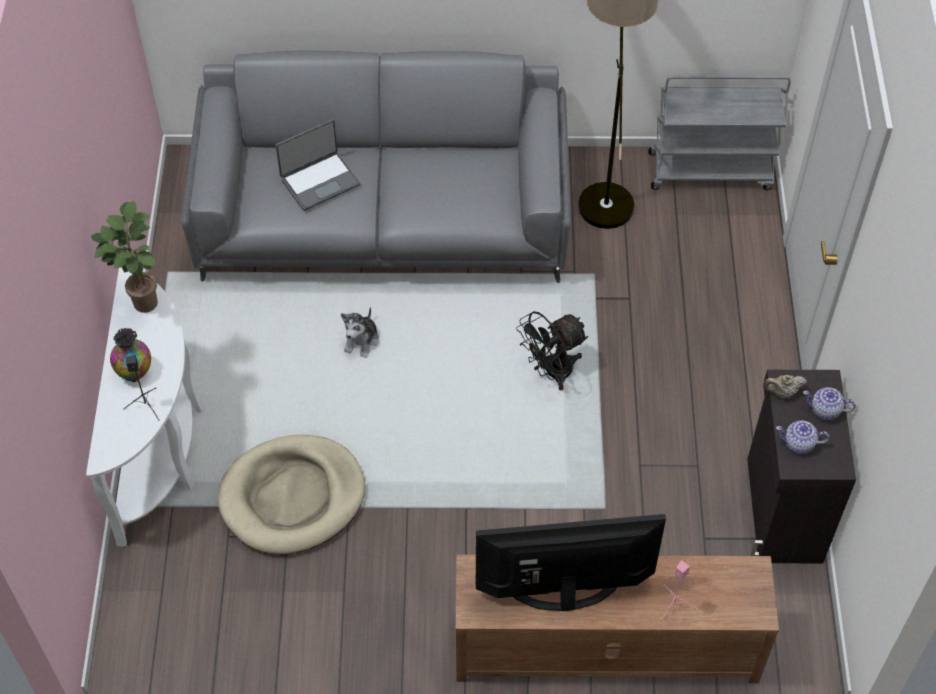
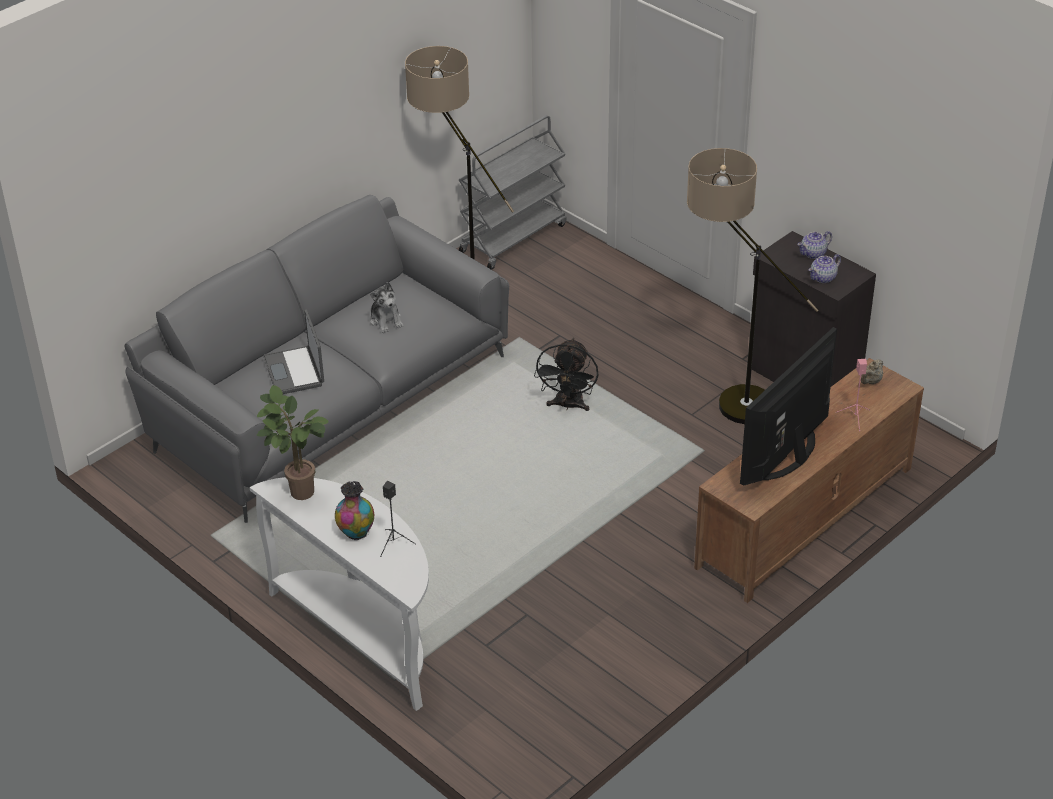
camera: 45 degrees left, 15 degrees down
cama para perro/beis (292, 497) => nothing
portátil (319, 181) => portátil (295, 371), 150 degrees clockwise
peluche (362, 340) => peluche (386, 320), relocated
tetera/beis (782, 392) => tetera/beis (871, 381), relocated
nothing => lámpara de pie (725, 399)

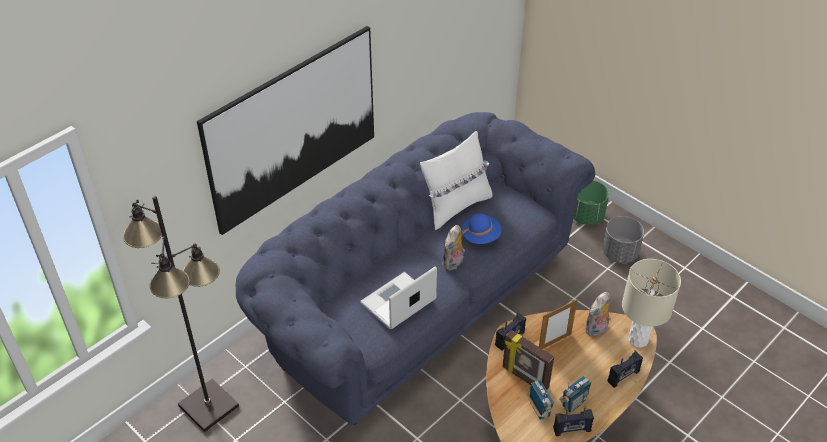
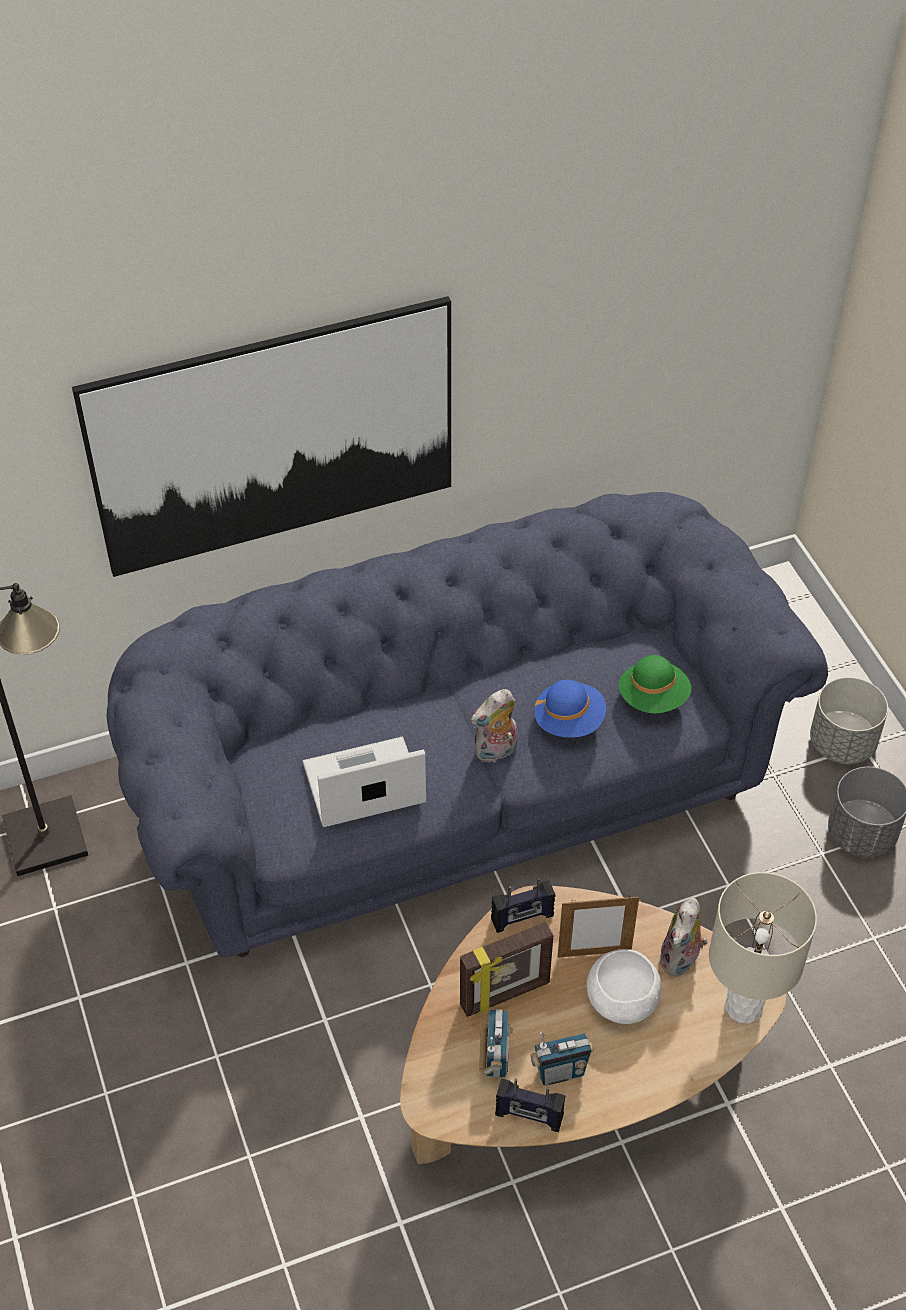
camera: 25 degrees right, 5 degrees up
cojín/blanco (456, 206) => nothing
portarretratos (524, 378) => portarretratos (505, 995), 90 degrees counterclockwise
maceta/verde (586, 216) => maceta/gris (842, 744)
peluche (596, 329) => peluche (681, 960), 45 degrees counterclockwise
radio (623, 377) => nothing
nothing => cuenco/blanco (622, 1000)
nothing => sombrero/verde (653, 698)

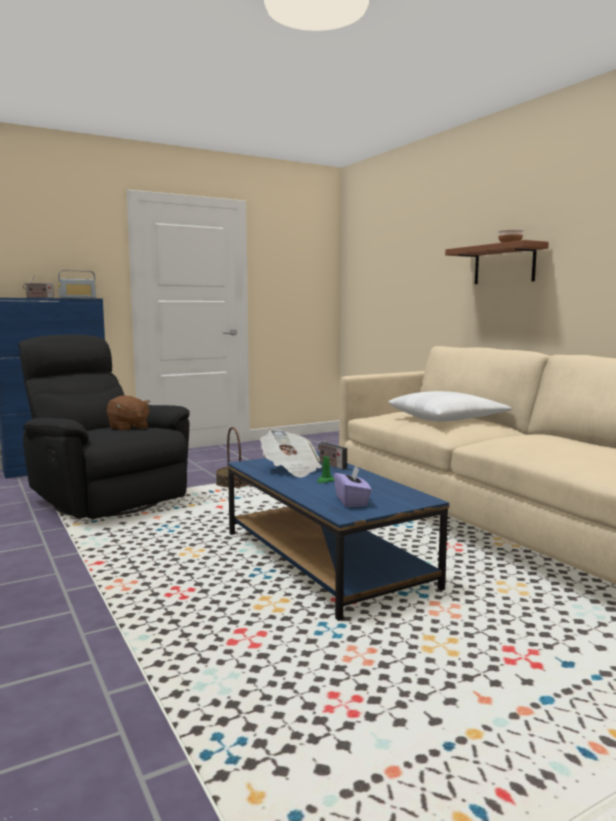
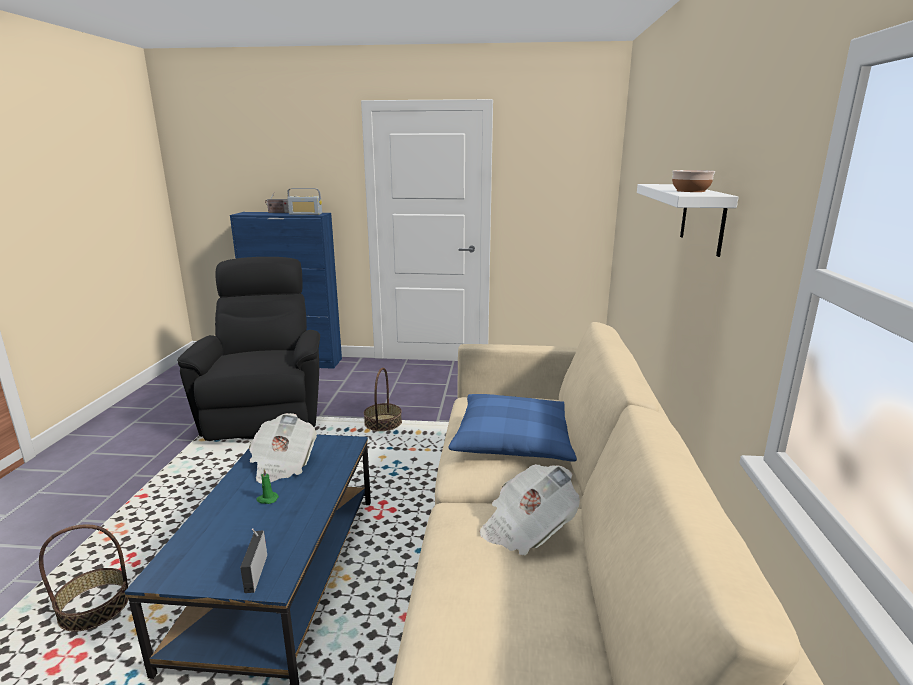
camera: 35 degrees right, 10 degrees up
peluche/marrón (128, 428) => nothing
radio (331, 465) => radio (256, 571), relocated
caja de pañuelos/morado (352, 501) => nothing
cojín/blanco (447, 418) => cojín/azul (515, 440)
estante/marrón (504, 264) => estante/blanco (702, 218)
nothing => cesta (94, 607)
nothing => periódico (526, 528)

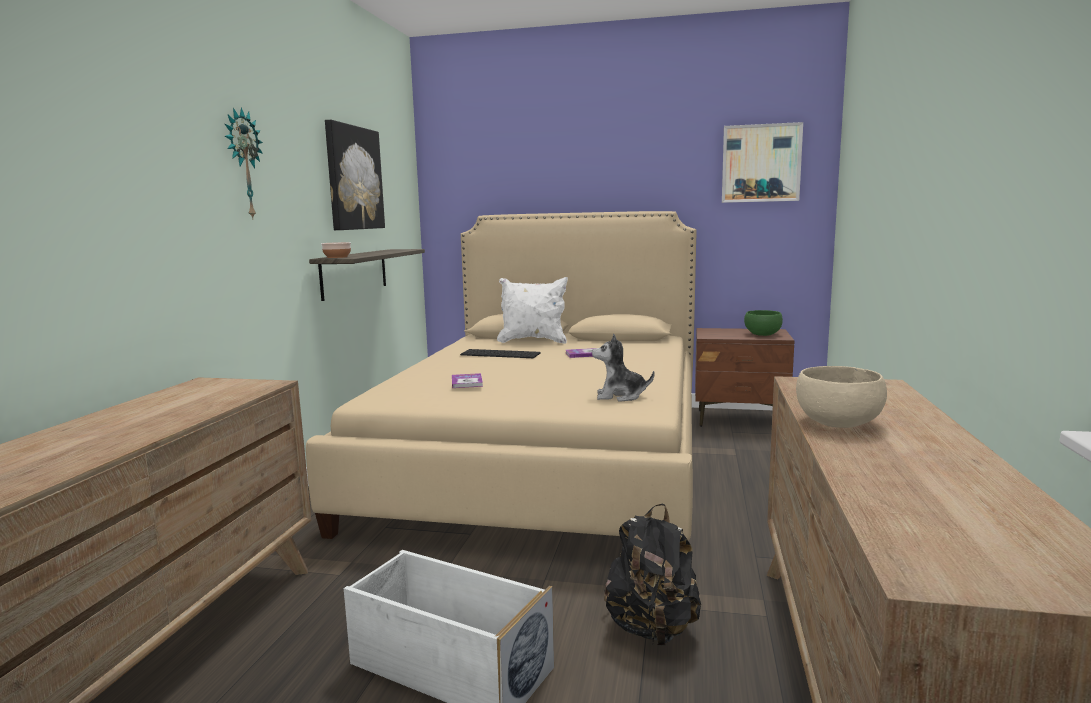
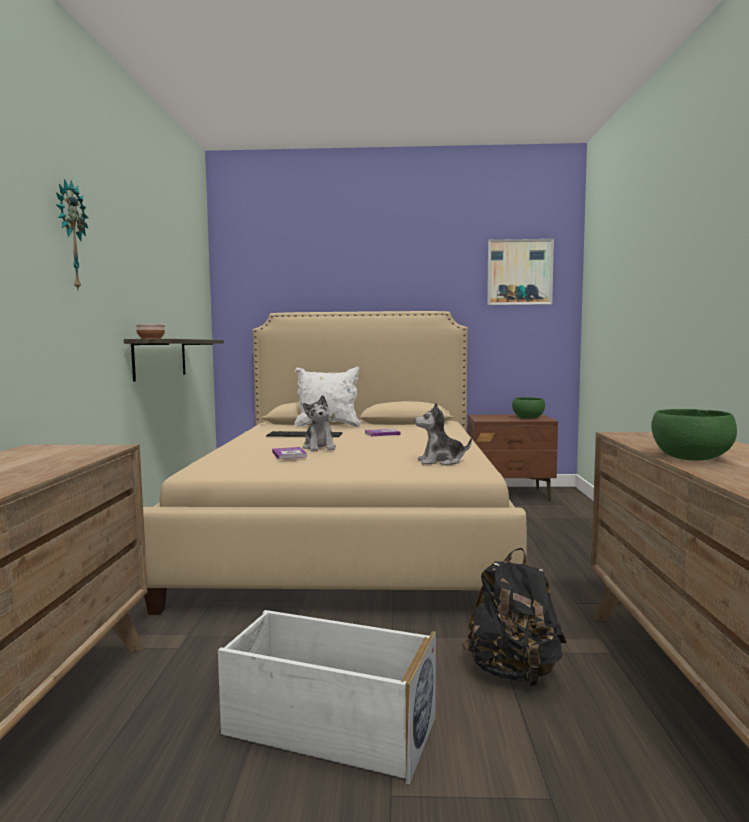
camera: 10 degrees left, 5 degrees down
cuadro (353, 178) => nothing
cuenco/beis (839, 422) => cuenco/verde (692, 457)
nothing => peluche (319, 448)

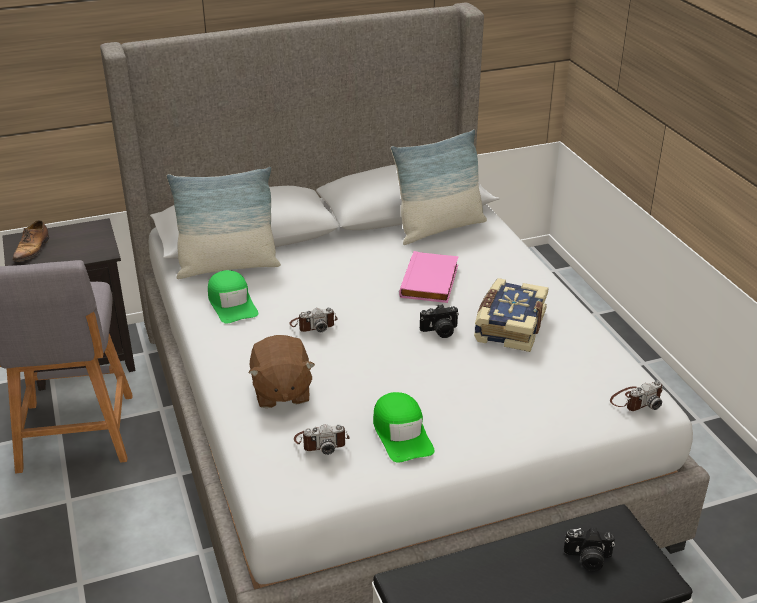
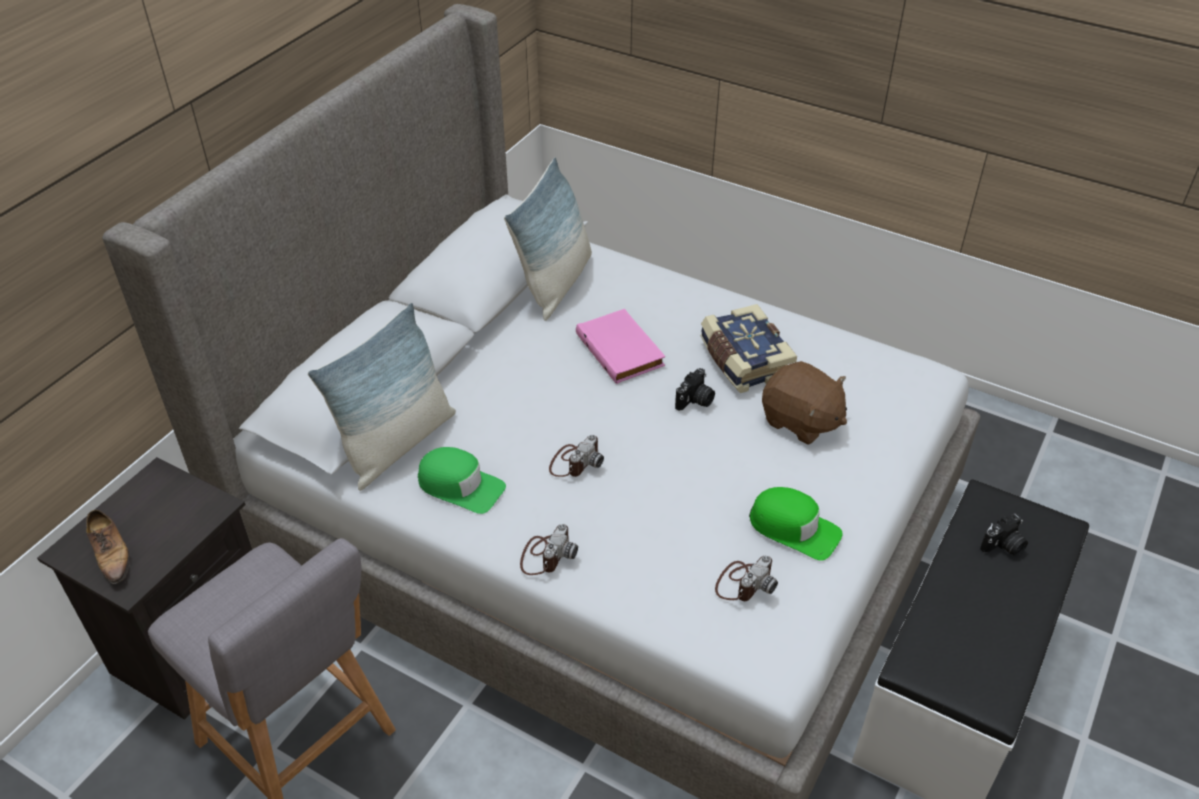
camera: 40 degrees left, 10 degrees up
peluche/marrón (281, 391) => peluche/marrón (800, 421), relocated
cámara (636, 400) => cámara (546, 555), relocated

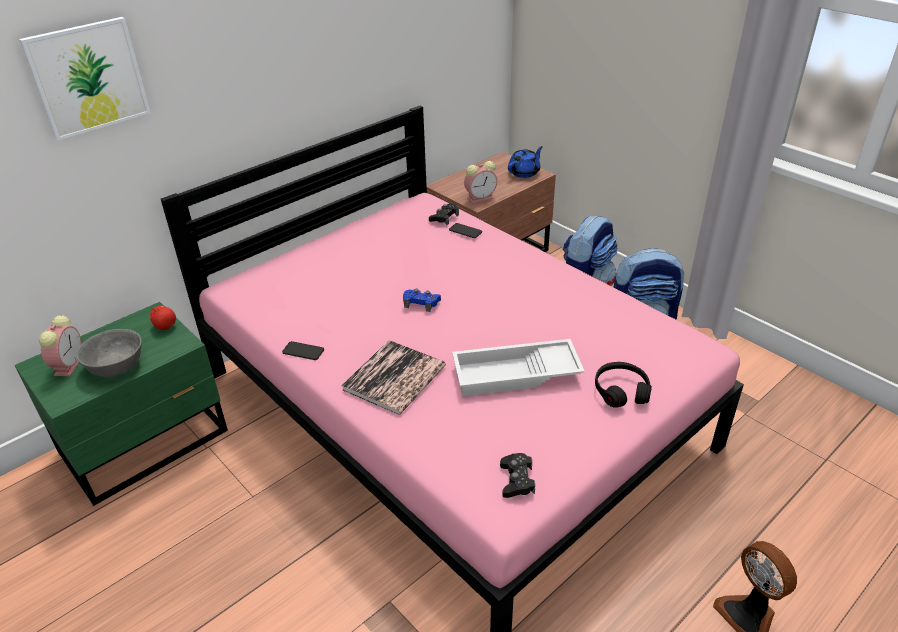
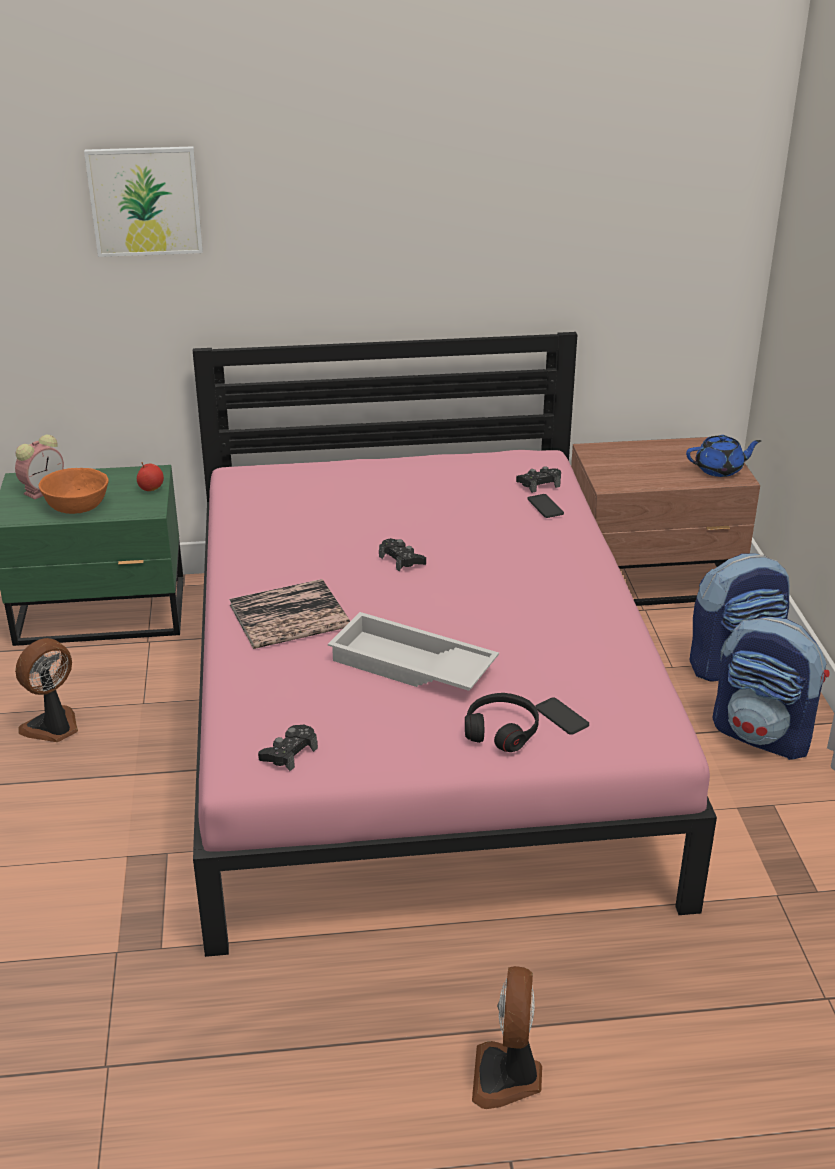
camera: 35 degrees right, 5 degrees down
cuenco/gris (116, 366) => cuenco/naranja (77, 506)
móvil (303, 351) => móvil (561, 716), relocated
mando de consola/azul (421, 303) => mando de consola/negro (401, 560)
despertador (481, 198) => nothing
nothing => ventilador (53, 727)

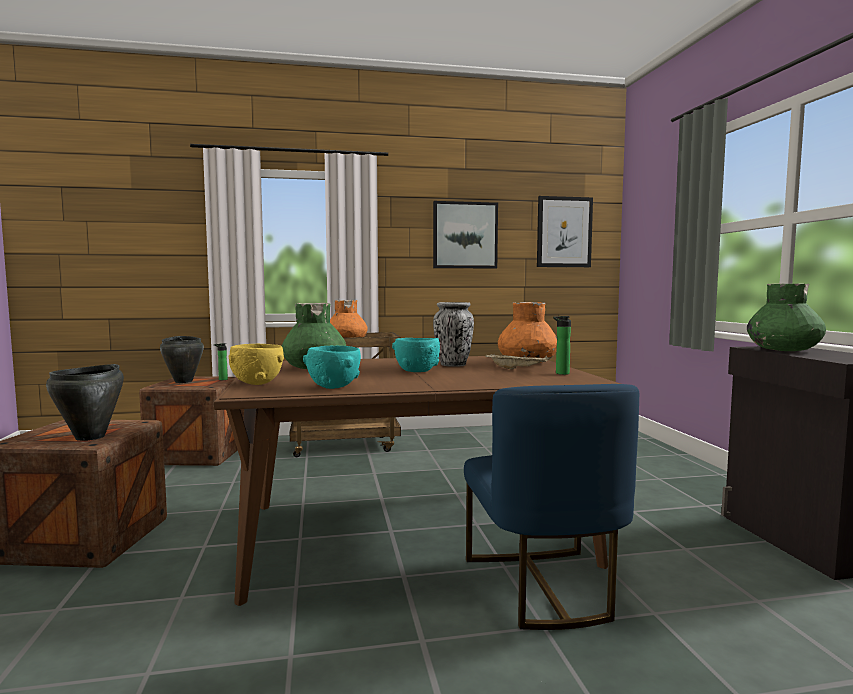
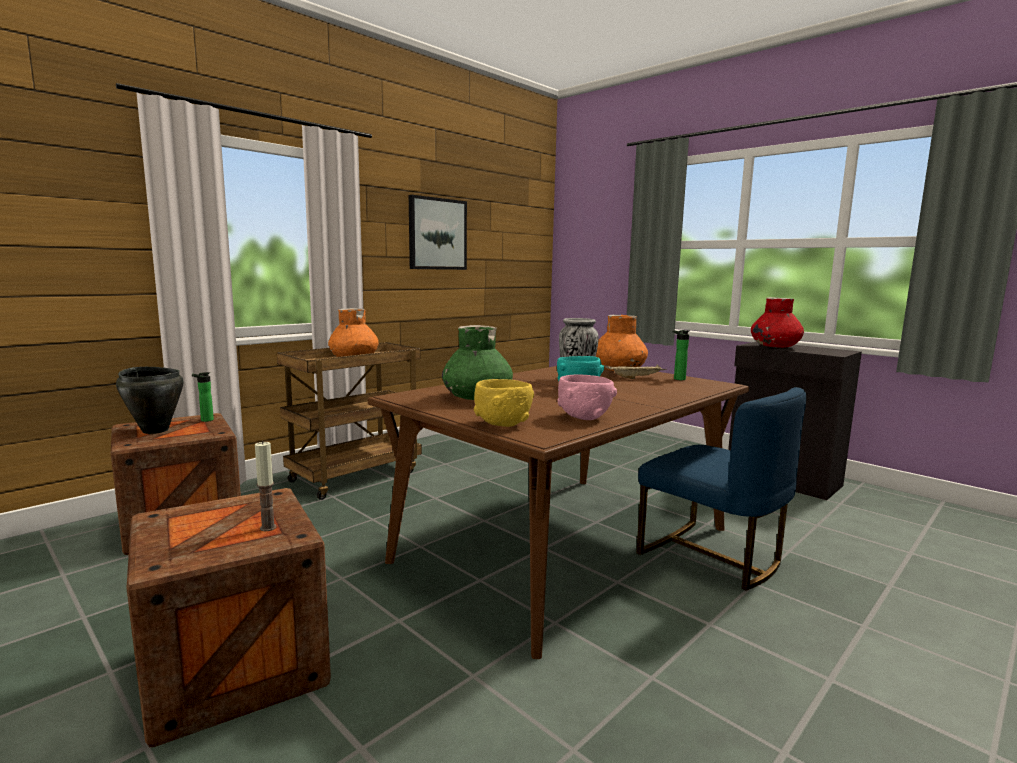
camera: 35 degrees left, 5 degrees up
olla/negro (91, 437) => vela (268, 528)
cuenco/turquesa (333, 387) => cuenco/rosa (584, 417)
cuadro (564, 232) => nothing
florero/verde (783, 350) => florero/rojo (775, 346)

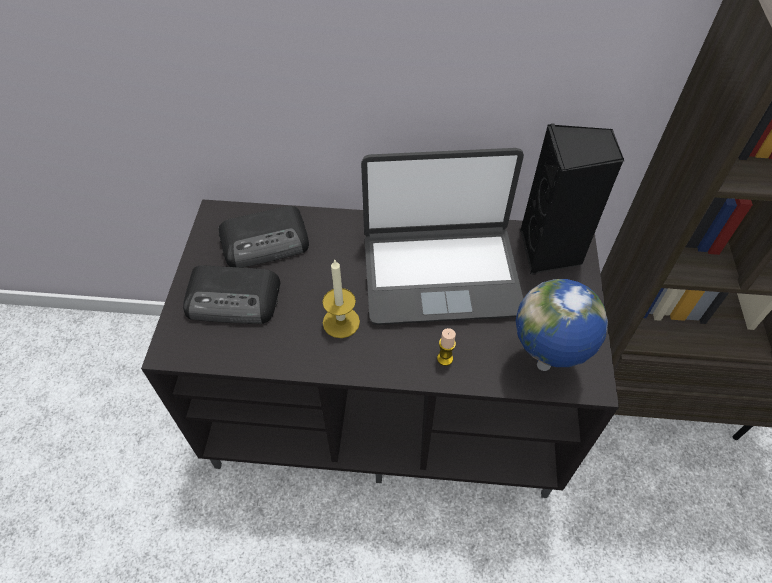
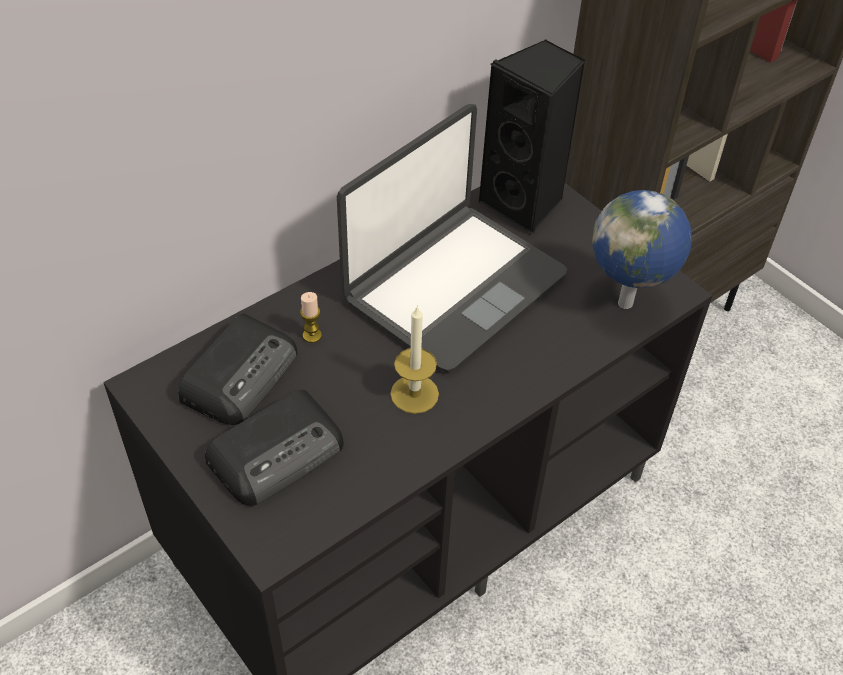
camera: 45 degrees left, 5 degrees down
vela (445, 358) => vela (312, 335), relocated

